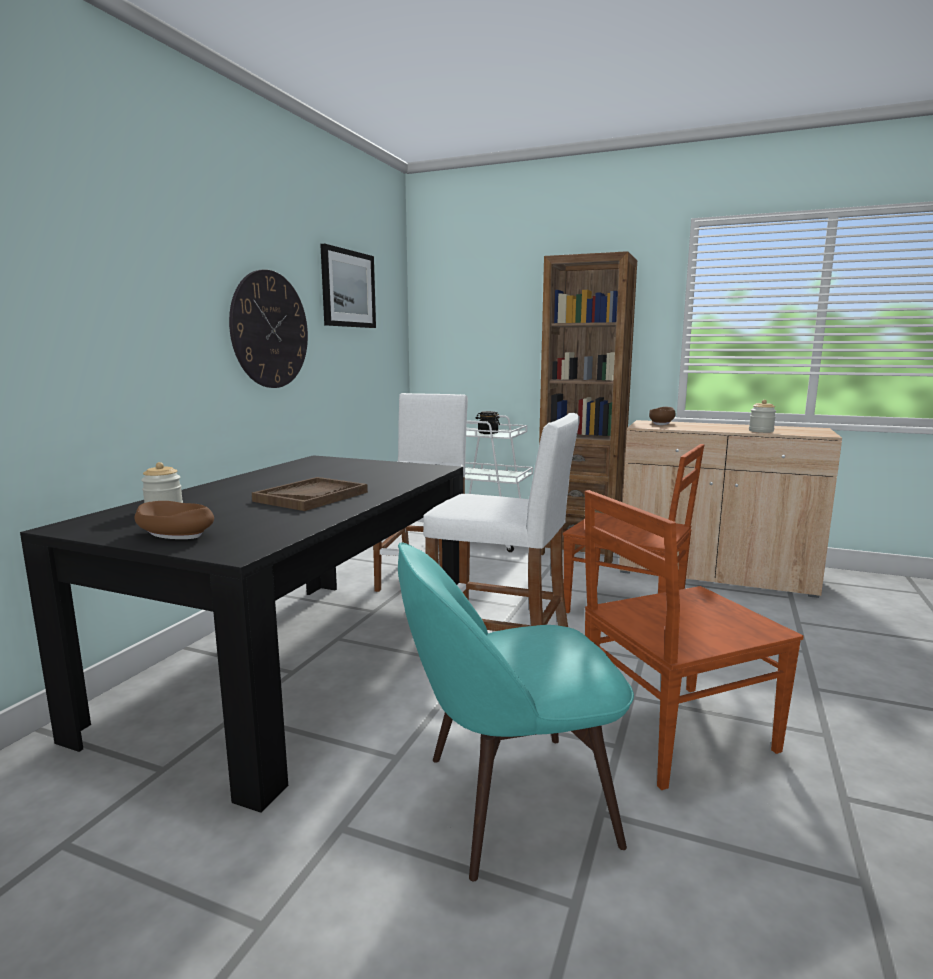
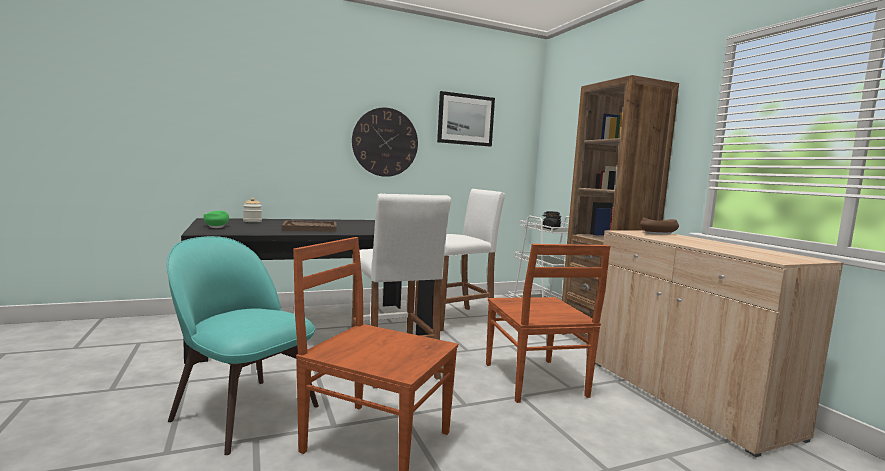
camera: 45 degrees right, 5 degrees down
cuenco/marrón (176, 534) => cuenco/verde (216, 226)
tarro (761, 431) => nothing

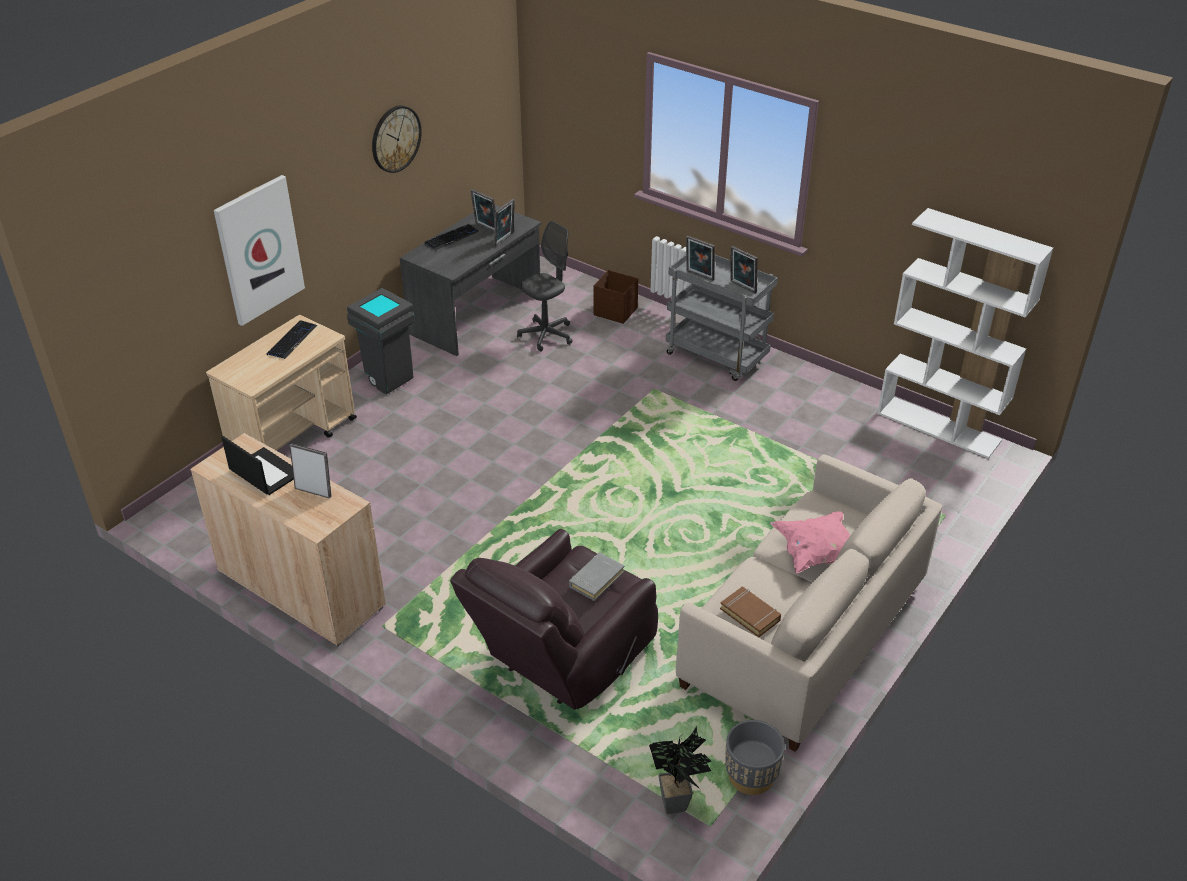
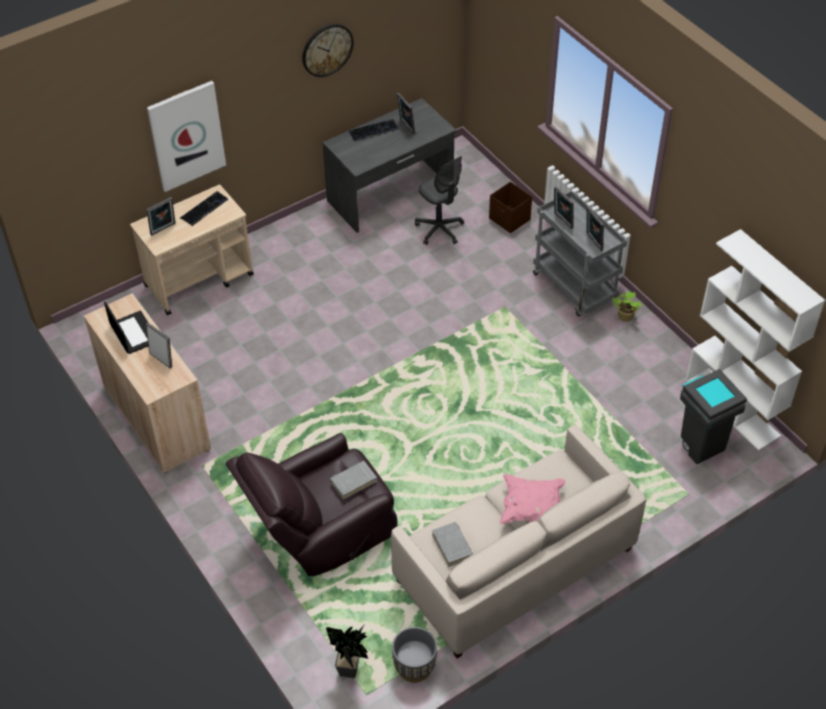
camera: 20 degrees right, 10 degrees up
papelera/gris (387, 379) => papelera/gris (699, 444), relocated
portarretratos (505, 240) => portarretratos (163, 230), relocated
silla de oficina/gris (546, 335) => silla de oficina/gris (439, 230), 75 degrees clockwise
libro/marrón (750, 614) => libro/gris (452, 546)
nothing => planta en maceta (624, 317)

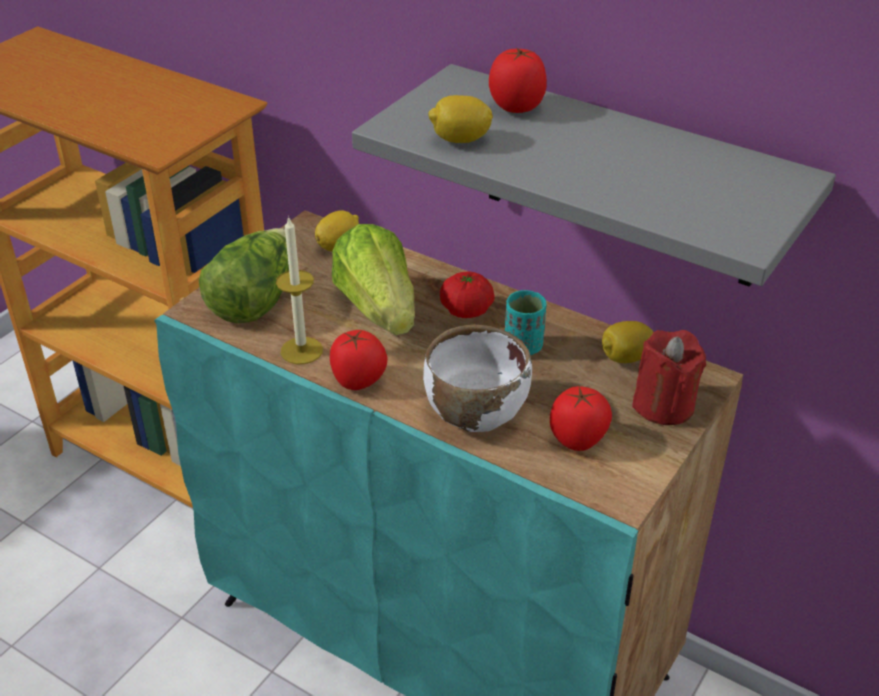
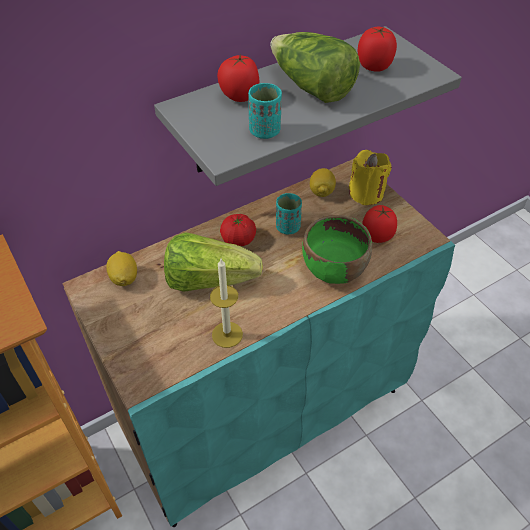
camera: 65 degrees left, 10 degrees up
lechuga (254, 299) => lechuga (311, 87), relocated
tomate (359, 381) => tomate (374, 67), relocated
cuenco/blanco (475, 412) => cuenco/verde (333, 269)
limón (460, 140) => taza/turquesa (265, 131)
vela/rojo (663, 405) => vela/amarillo (366, 193)

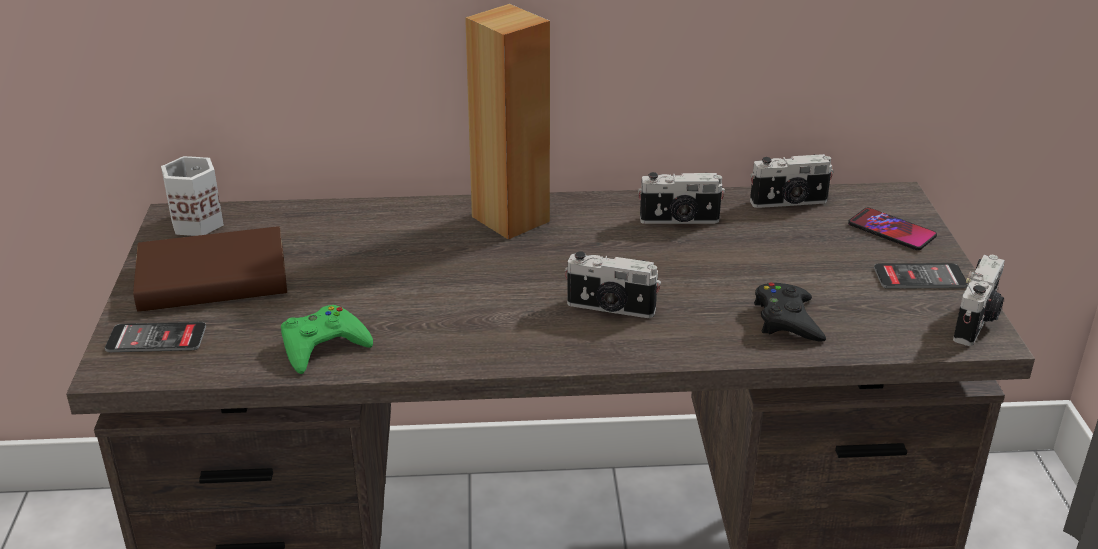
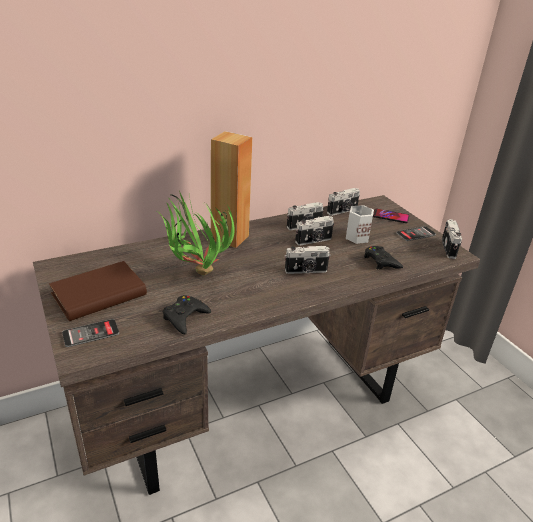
camera: 25 degrees left, 0 degrees up
taza grande/blanco (196, 222) => taza grande/blanco (356, 237), relocated
mando de consola/verde (323, 346) => mando de consola/negro (185, 317)
nothing => planta en maceta (195, 275)
nothing => cámara (314, 241)

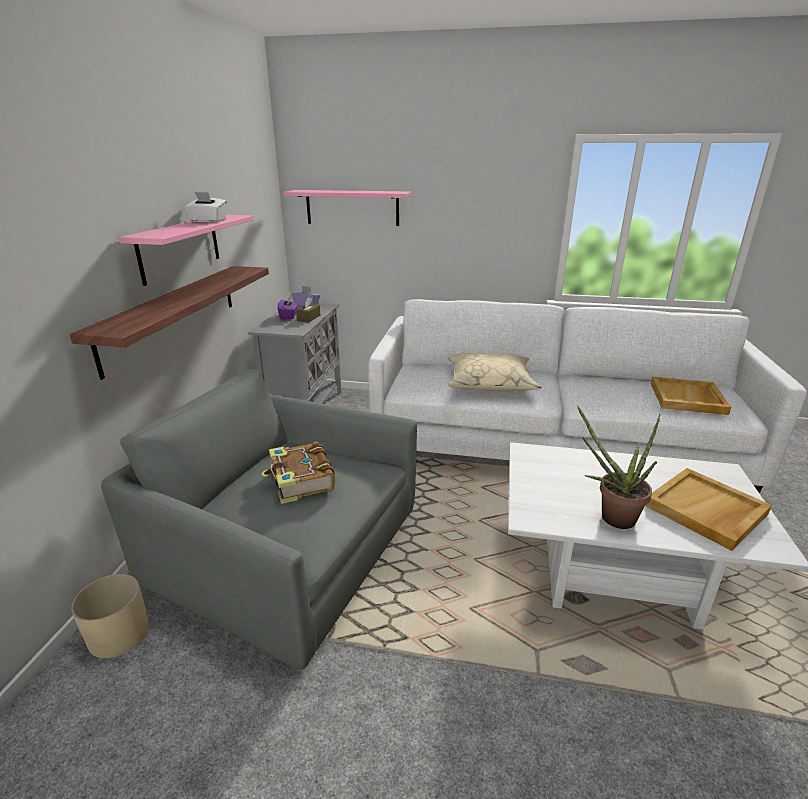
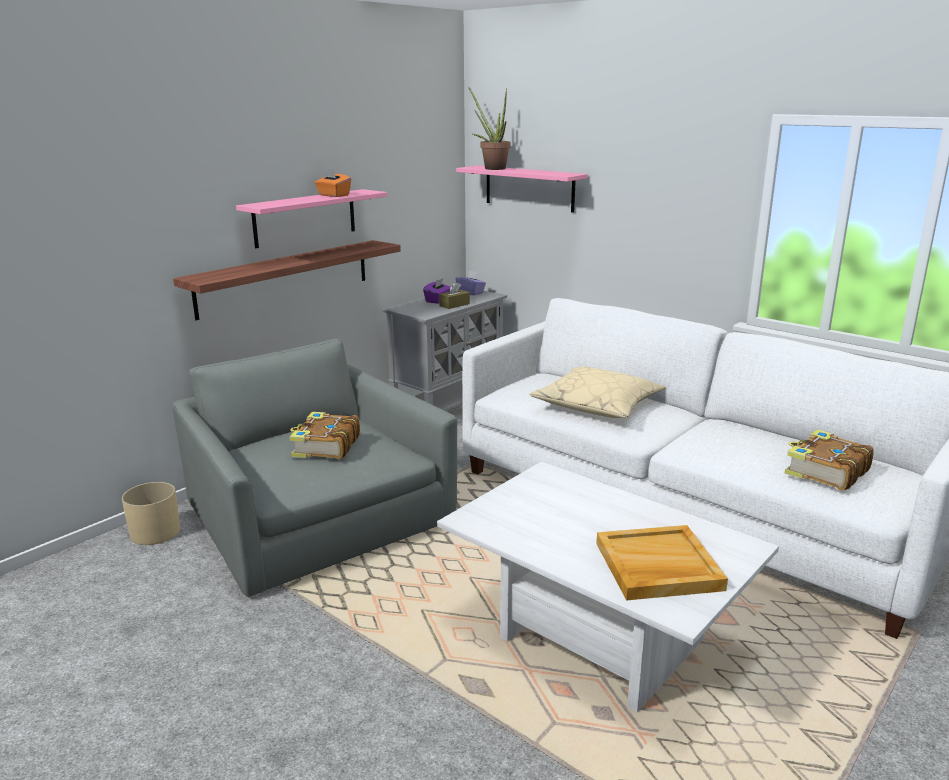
camera: 30 degrees right, 5 degrees down
caja de pañuelos/blanco (208, 221) => caja de pañuelos/naranja (333, 195)
planta en maceta (610, 517) => planta en maceta (491, 168), relocated
bandeja/beis (688, 398) => libro (825, 471)

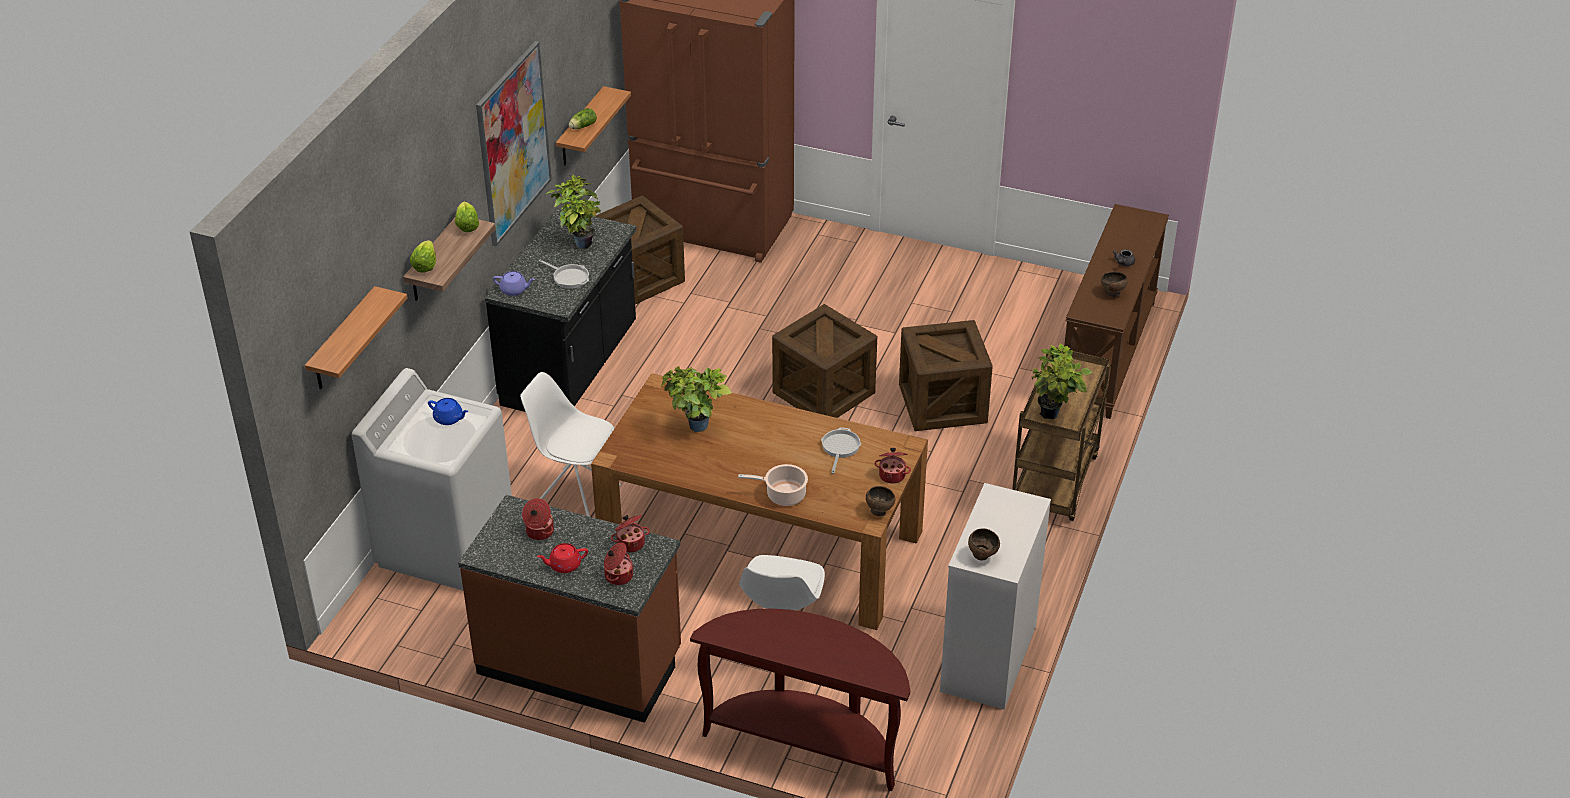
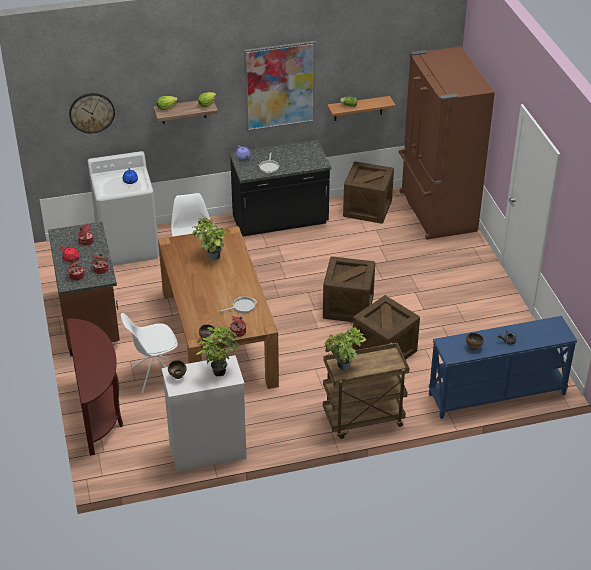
camera: 55 degrees right, 0 degrees up
estante (343, 341) => reloj de pared (92, 112)
planta en maceta (579, 243) => planta en maceta (219, 370), relocated
olla (783, 495) => nothing
mesa consola/marrón (1108, 354) => mesa consola/azul (497, 395)

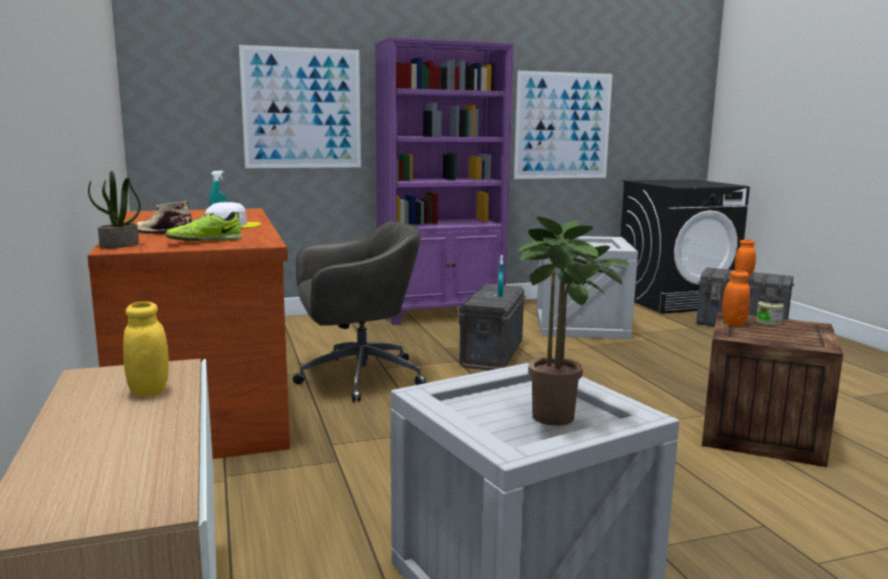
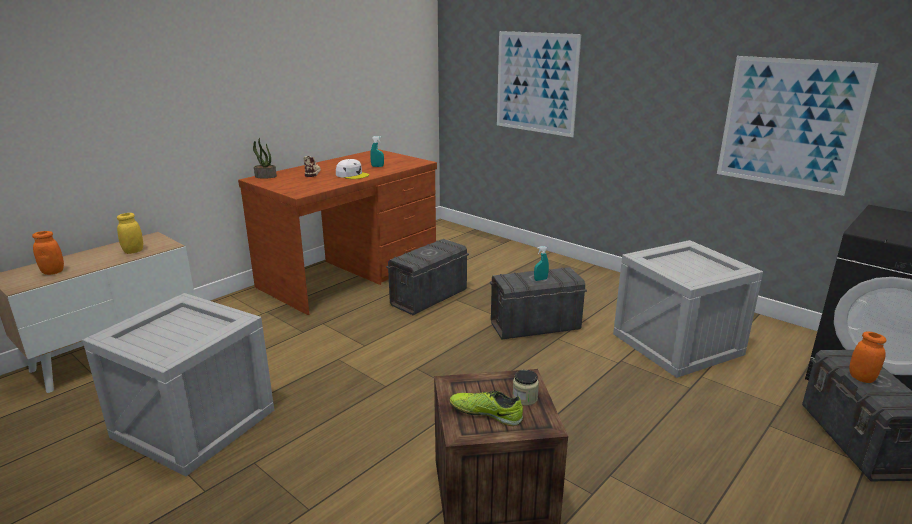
camera: 60 degrees right, 10 degrees up
zapato (204, 241) => zapato (486, 413), relocated
silla de oficina/gris (357, 377) => caja de almacenaje/gris (428, 297)
estantería/morado (441, 314) => nothing
planta en maceta (558, 419) => nothing
tarro/naranja (733, 323) => tarro/naranja (53, 272), relocated

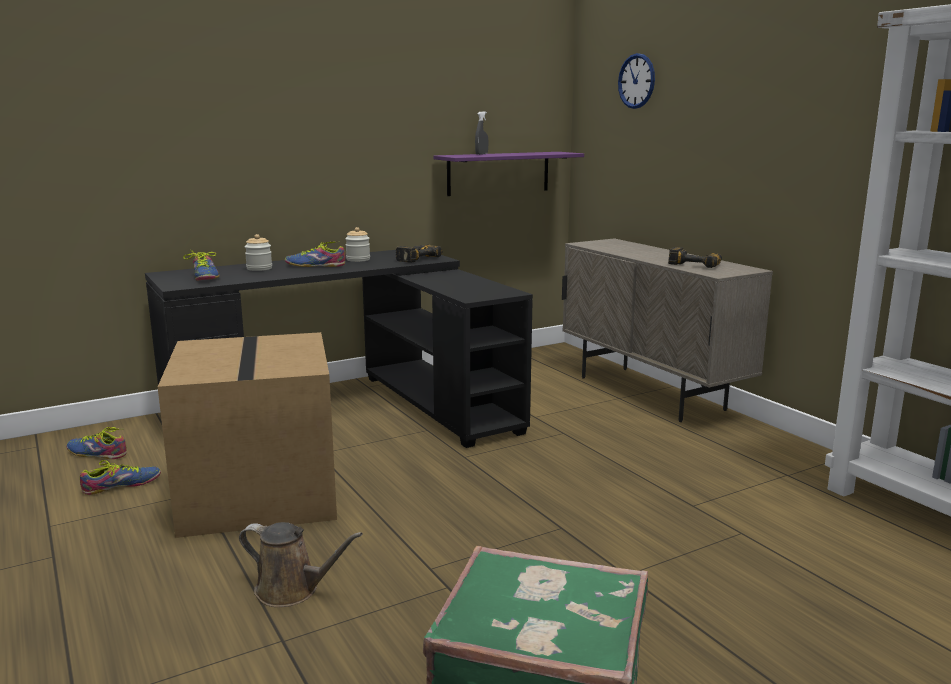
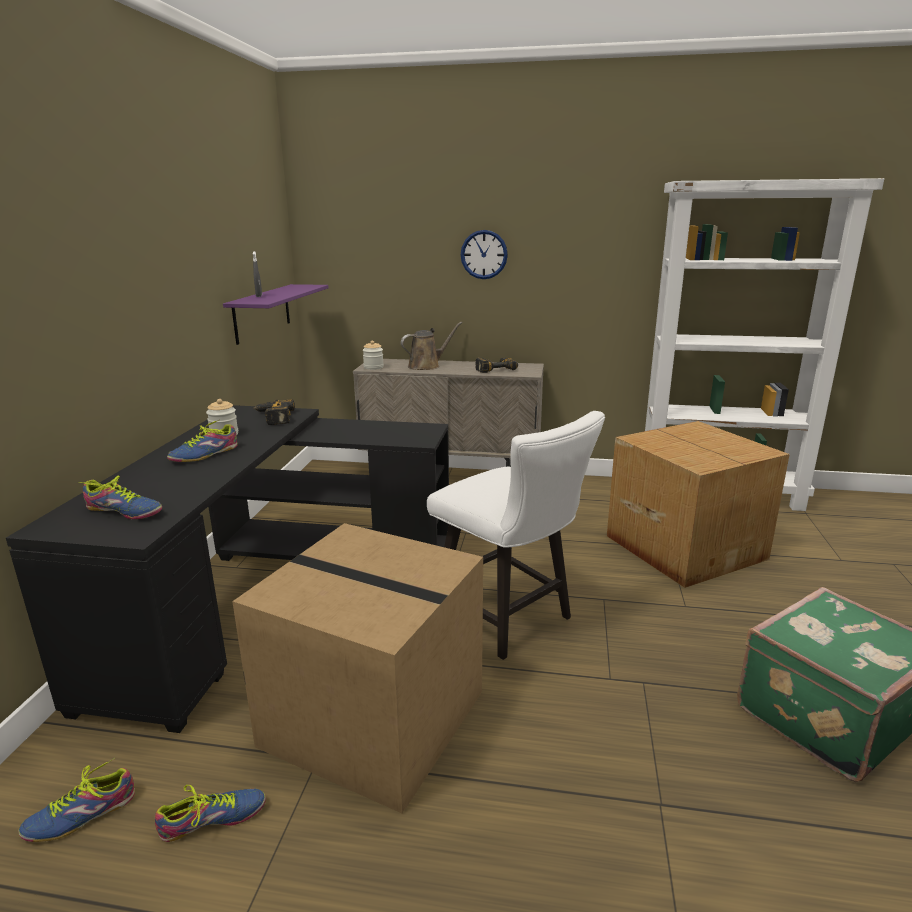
camera: 50 degrees left, 5 degrees up
zapato (121, 485) => zapato (213, 819), 60 degrees clockwise
regadera/marrón (292, 590) => regadera/marrón (427, 366), relocated
tarro (259, 268) => tarro (373, 367), relocated
reloj de pared (636, 81) => reloj de pared (484, 254), relocated
nothing => silla/blanco (509, 620)
nothing => caja de cartón (685, 546)

